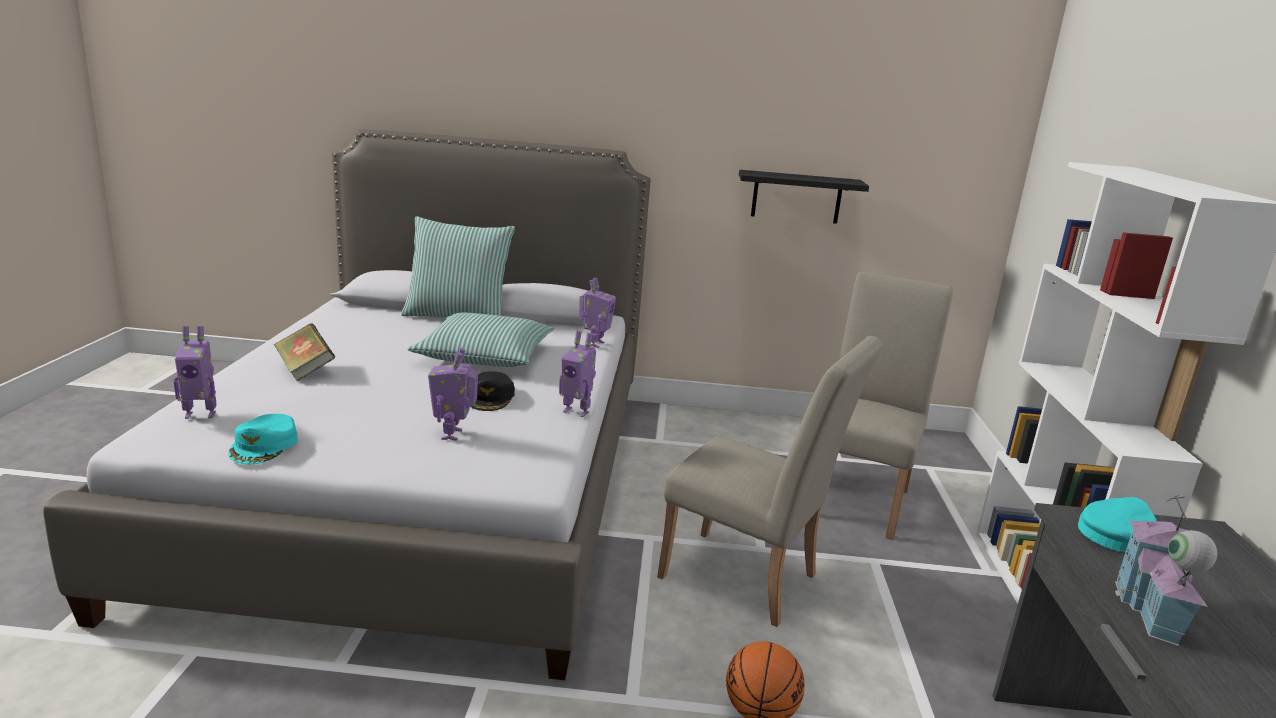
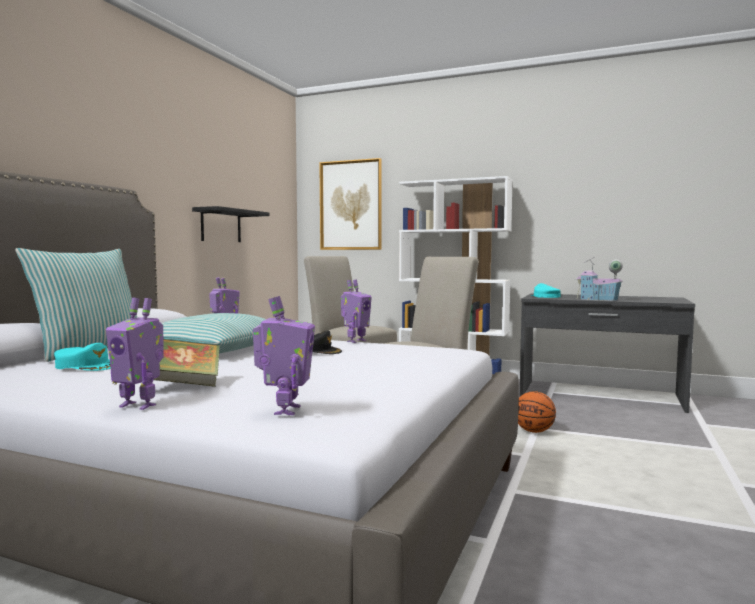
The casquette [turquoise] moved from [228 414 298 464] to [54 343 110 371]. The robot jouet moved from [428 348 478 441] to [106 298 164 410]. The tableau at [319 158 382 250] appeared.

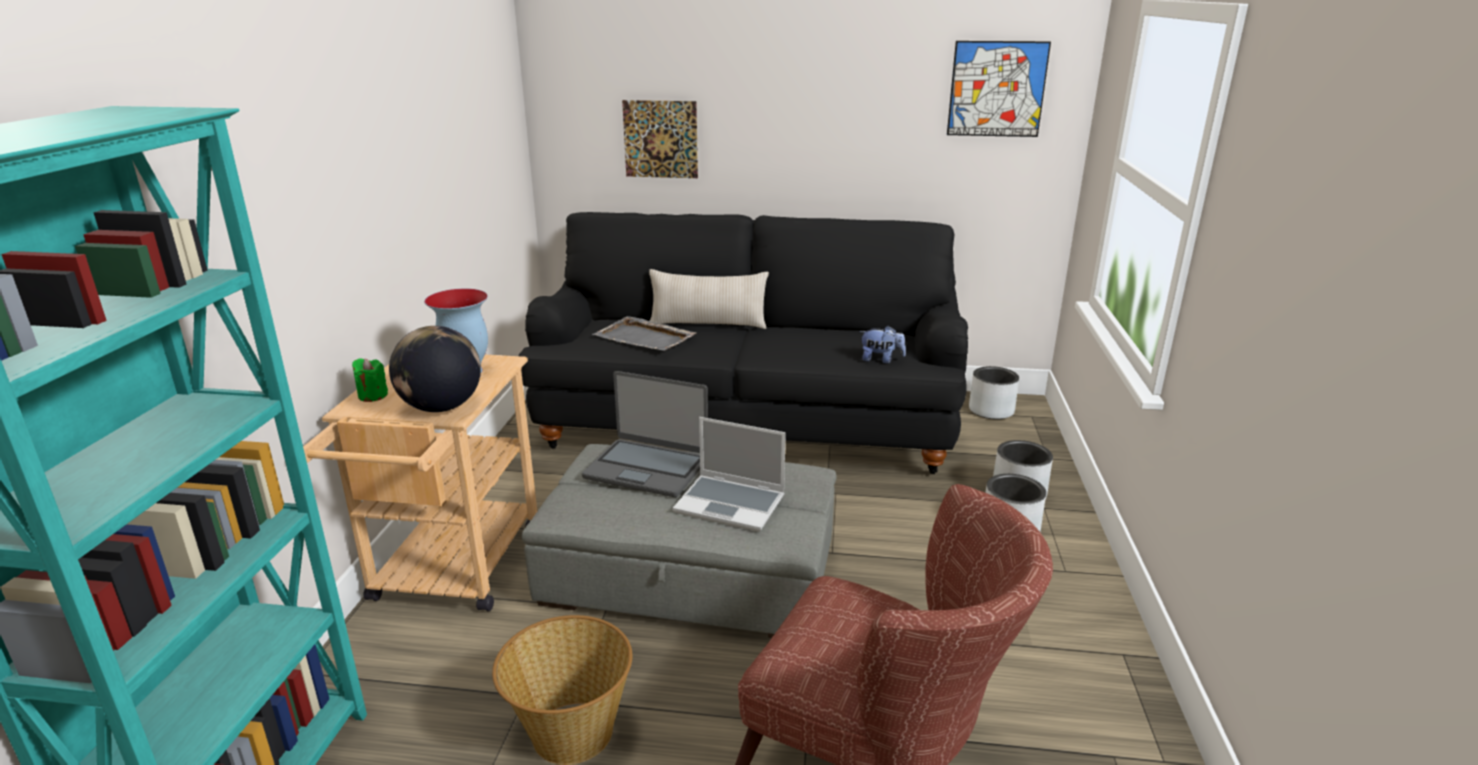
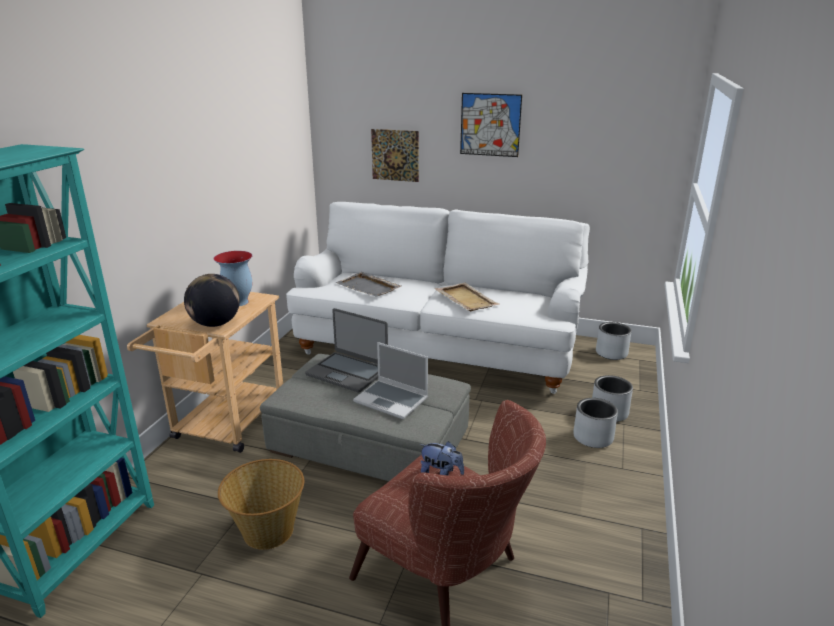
The canapé [noir] at [518 212 968 474] became the canapé [blanc] at [286 202 590 394]. The peluche moved from [859 326 906 364] to [419 441 464 476]. The plateau [beige] at [435 283 500 311] appeared. The tableau moved from [947 41 1051 137] to [460 93 522 157]. The bougie [vert] at [352 358 388 402] disappeared. The coussin [beige] at [649 269 769 329] disappeared.

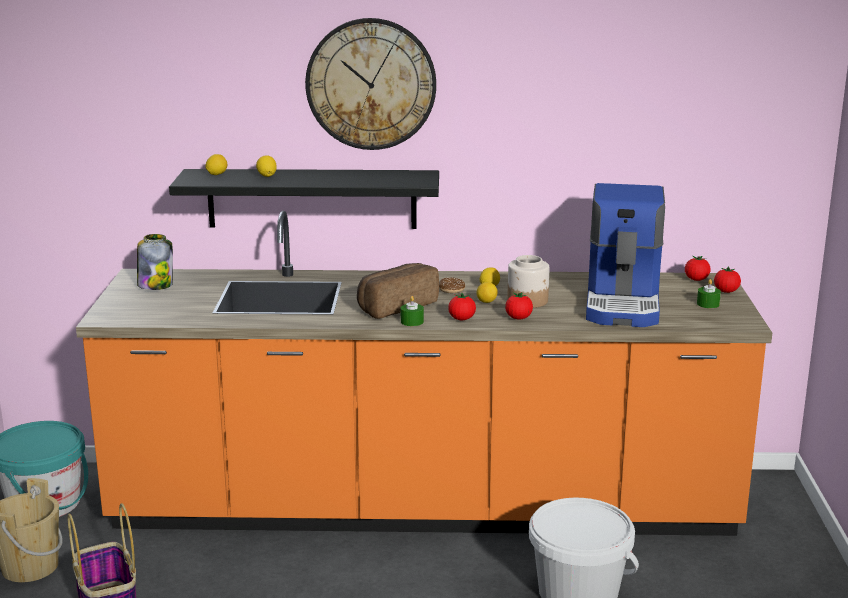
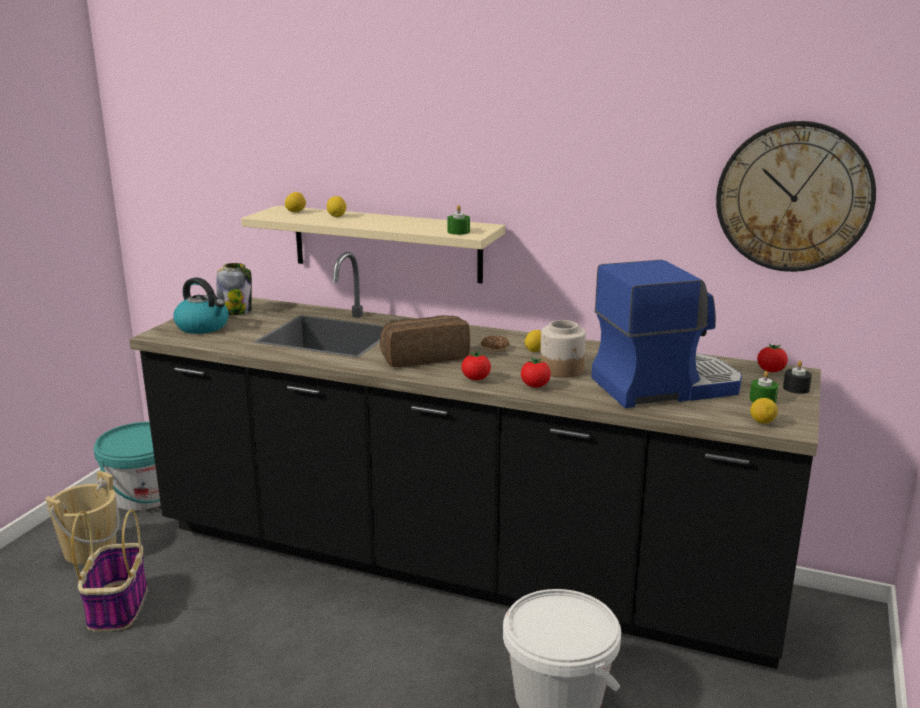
The comptoir de cuisine [orange] at [76 211 772 536] became the comptoir de cuisine [noir] at [129 252 821 669]. The bouilloire at [173 277 229 334] appeared. The étagère [noir] at [169 169 439 229] became the étagère [beige] at [241 206 505 283]. The bougie [vert] moved from [401 296 424 326] to [447 205 470 235]. The machine à café at [586 183 665 327] turned 135 degrees counterclockwise. The horloge murale moved from [305 18 436 150] to [716 121 876 272]. The citron moved from [476 282 498 303] to [750 398 778 424]. The tomate at [714 267 741 293] was replaced by the bougie [noir] at [783 361 812 394].

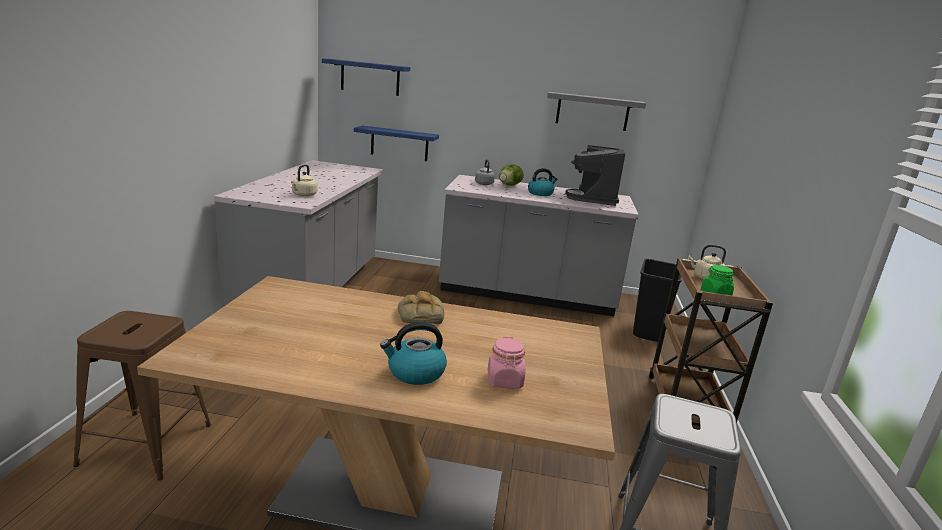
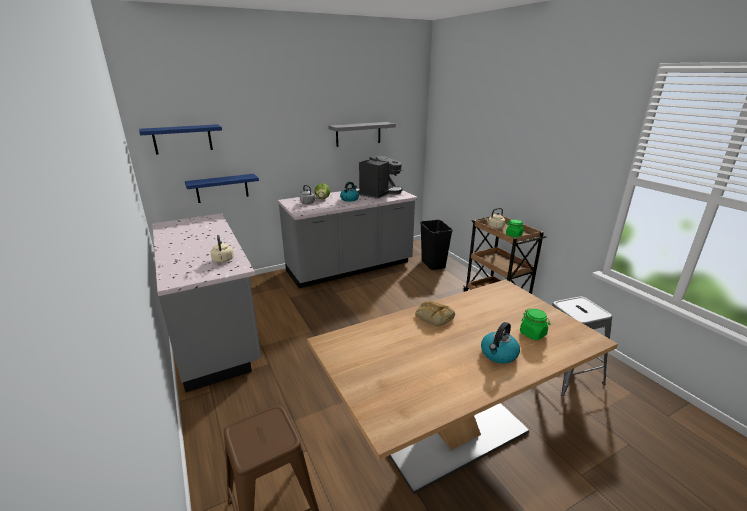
The machine à café at [565 145 625 206] turned 120 degrees counterclockwise. The bocal [rose] at [488 337 525 389] became the bocal [vert] at [520 308 550 340].

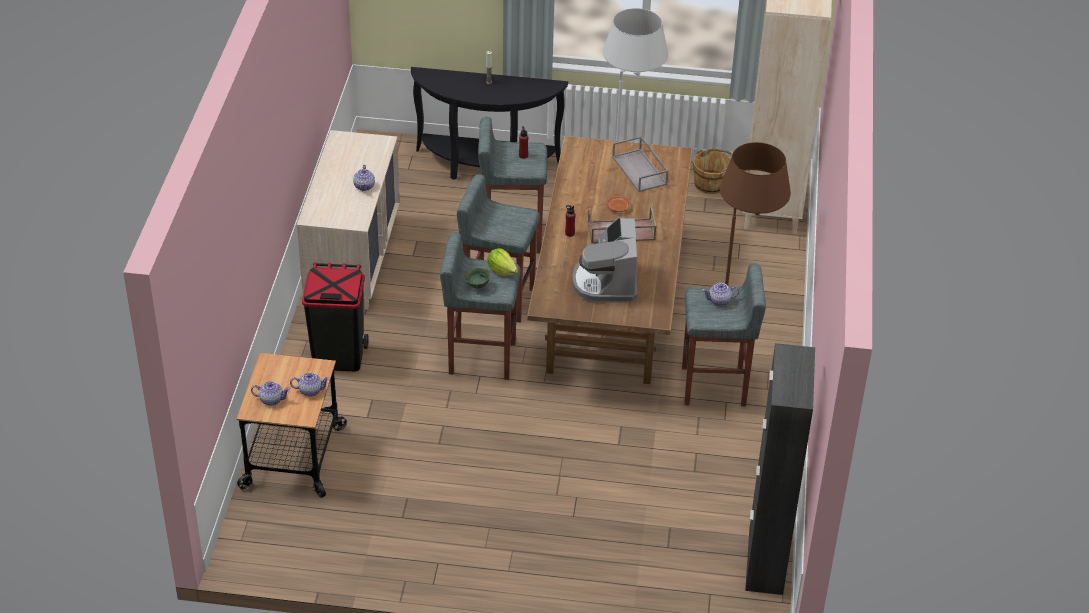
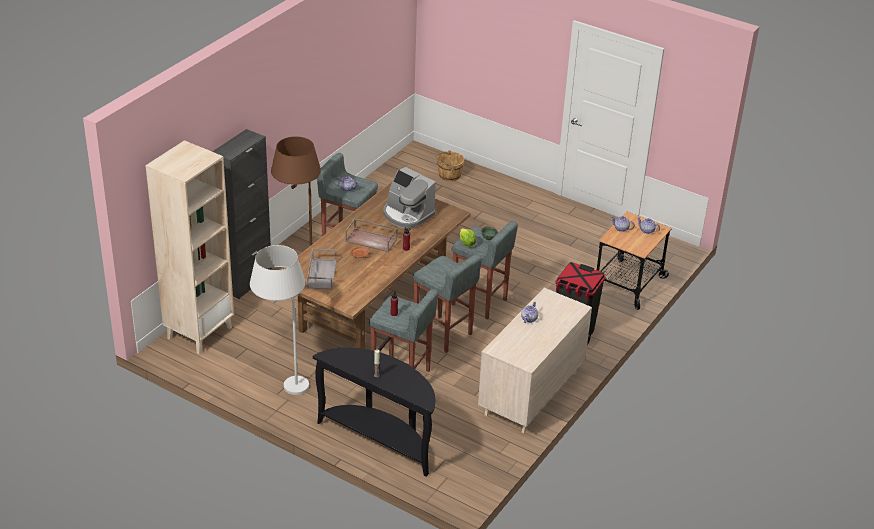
The meuble de rangement [noir] moved from [745 343 815 595] to [212 129 272 299]. The machine à café at [572 217 637 302] turned 105 degrees clockwise. The seau [marron] moved from [693 148 732 194] to [436 150 464 181].

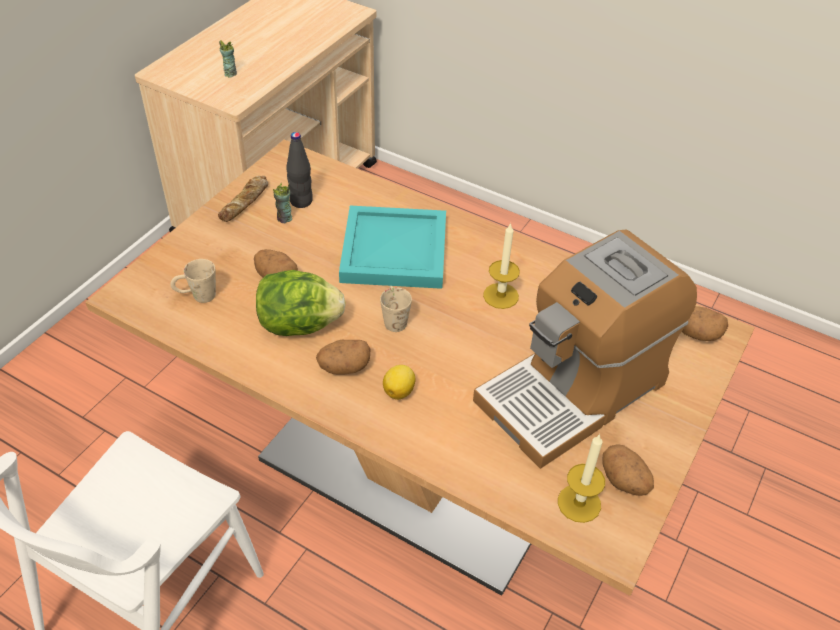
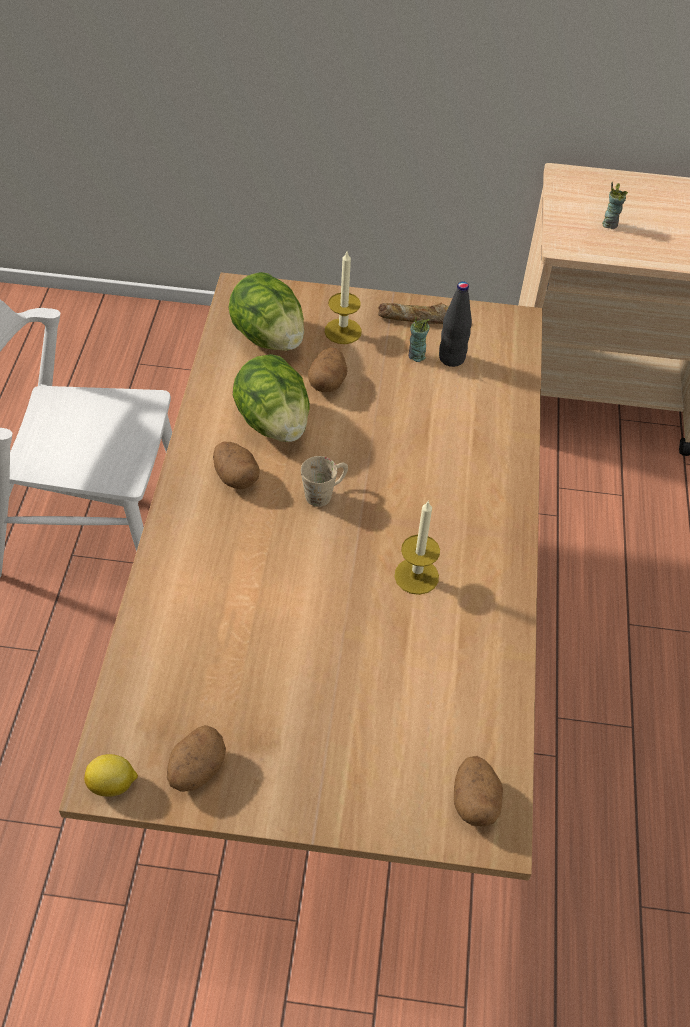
The citron moved from [383 365 415 400] to [84 754 138 797]. The mug [beige] at [170 259 216 303] was replaced by the laitue at [229 272 304 351]. The bougie moved from [558 434 605 523] to [325 252 362 344]. The plateau [turquoise] at [339 206 446 289] disappeared. The machine à café at [473 230 697 469] disappeared.

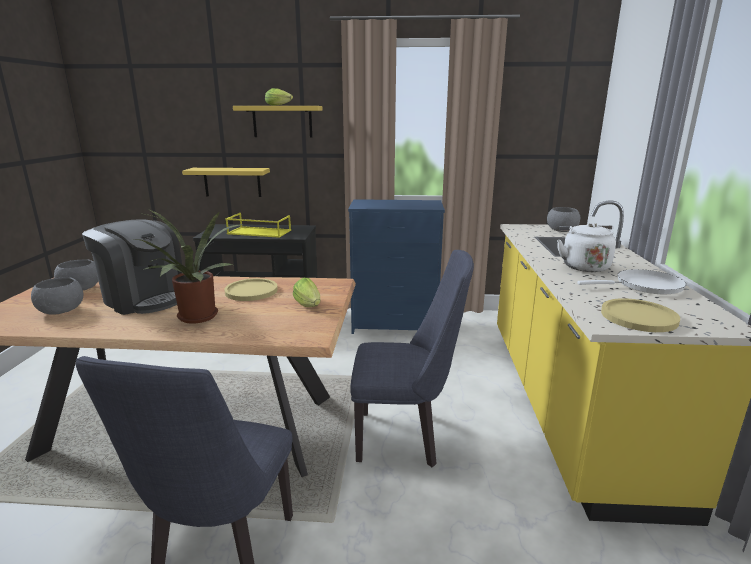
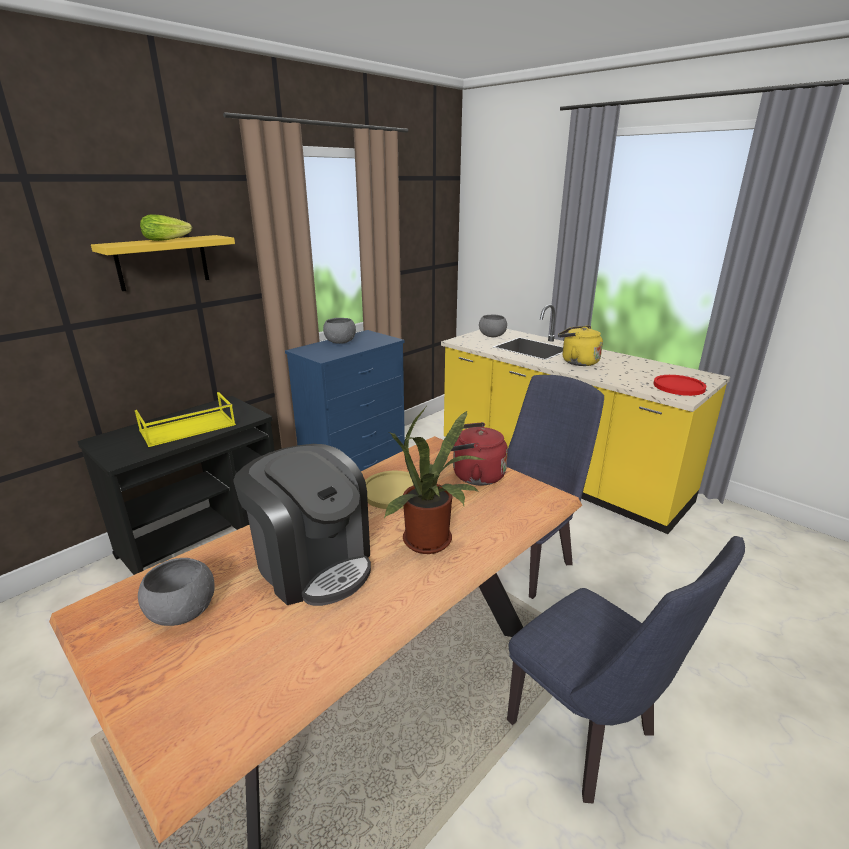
The machine à café at [82 219 182 315] turned 60 degrees clockwise. The bol [gris] moved from [31 277 83 315] to [323 318 356 344]. The laitue at [293 278 320 307] was replaced by the bouilloire [rouge] at [451 422 508 485]. The bouilloire [blanc] at [557 223 616 272] became the bouilloire [jaune] at [558 326 603 366]. The assiette [jaune] at [601 298 680 332] became the assiette [rouge] at [653 375 706 396]. The étagère [jaune] at [182 168 270 197] disappeared. The poêle [blanc] at [577 269 686 294] disappeared.

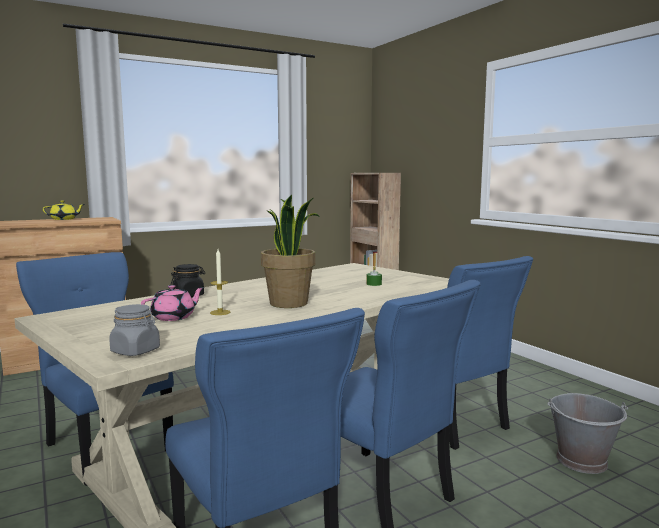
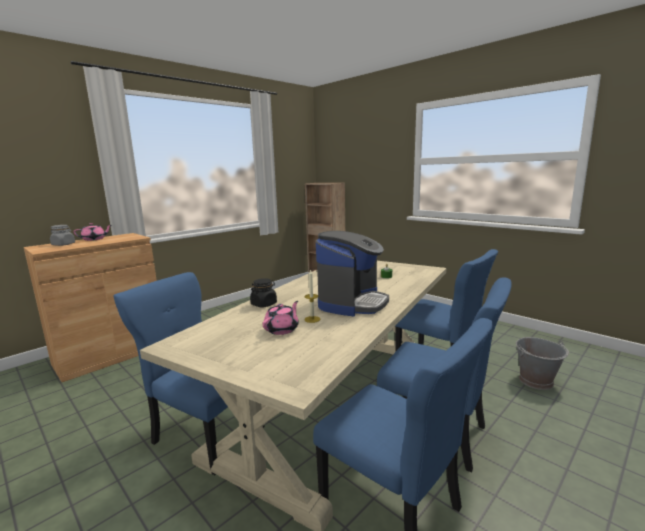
The bocal [gris] moved from [109 304 160 356] to [50 225 75 246]. The théière [jaune] at [43 200 85 220] became the théière [rose] at [73 223 111 241]. The plante en pot at [261 194 320 308] was replaced by the machine à café at [316 231 389 316].

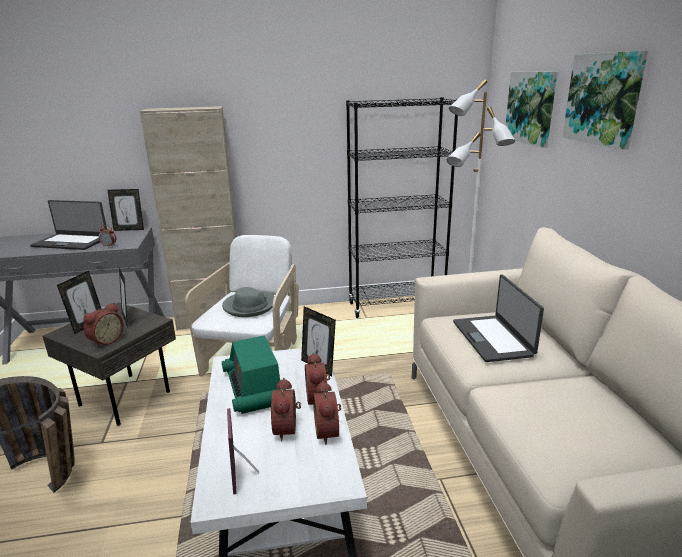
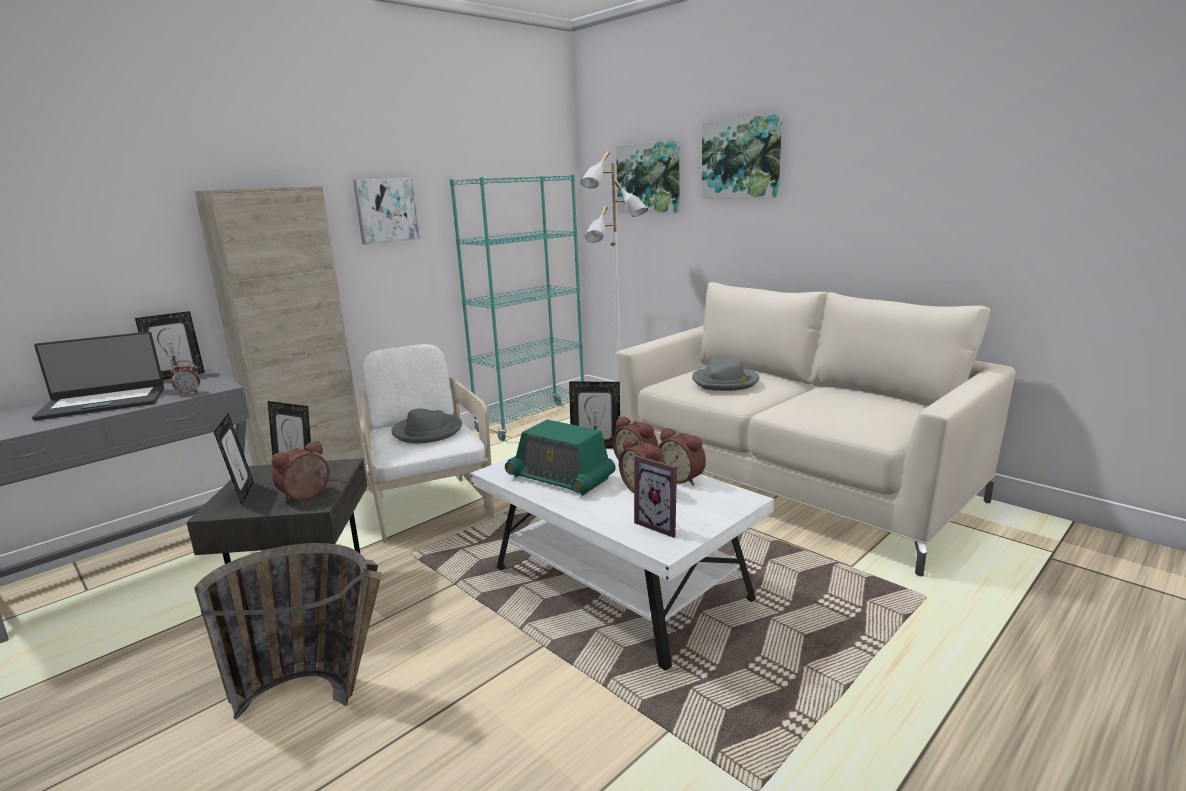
The réveil at [84 303 123 348] turned 135 degrees counterclockwise. The tableau at [353 178 420 244] appeared. The bibliothèque [noir] at [346 97 458 318] became the bibliothèque [turquoise] at [450 174 584 441]. The ordinateur portable at [453 274 544 362] was replaced by the chapeau [gris] at [692 357 759 391].

